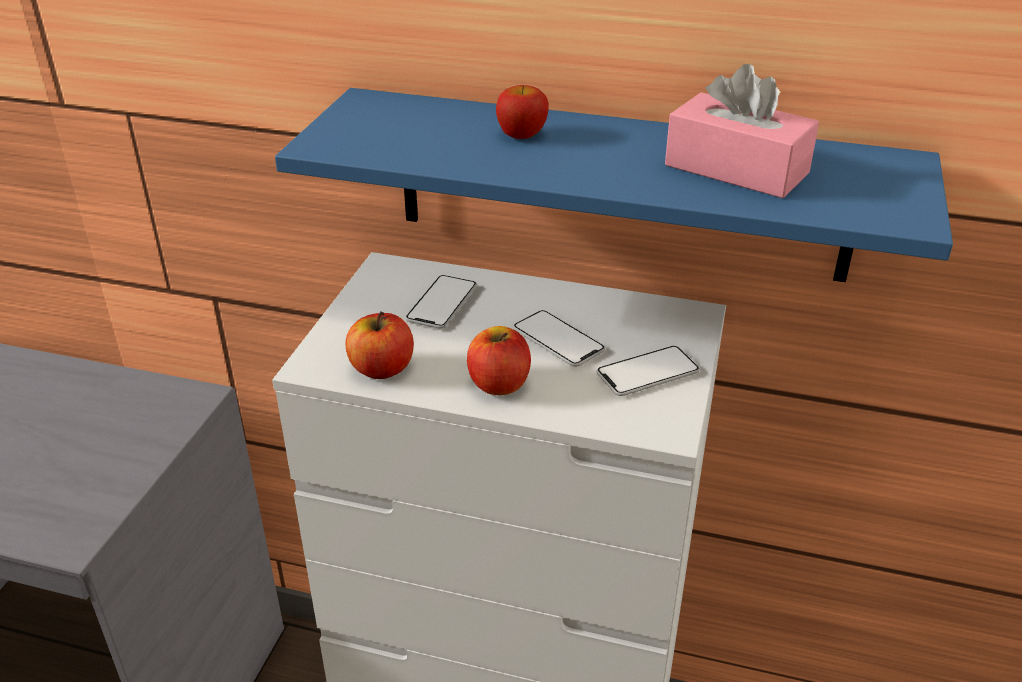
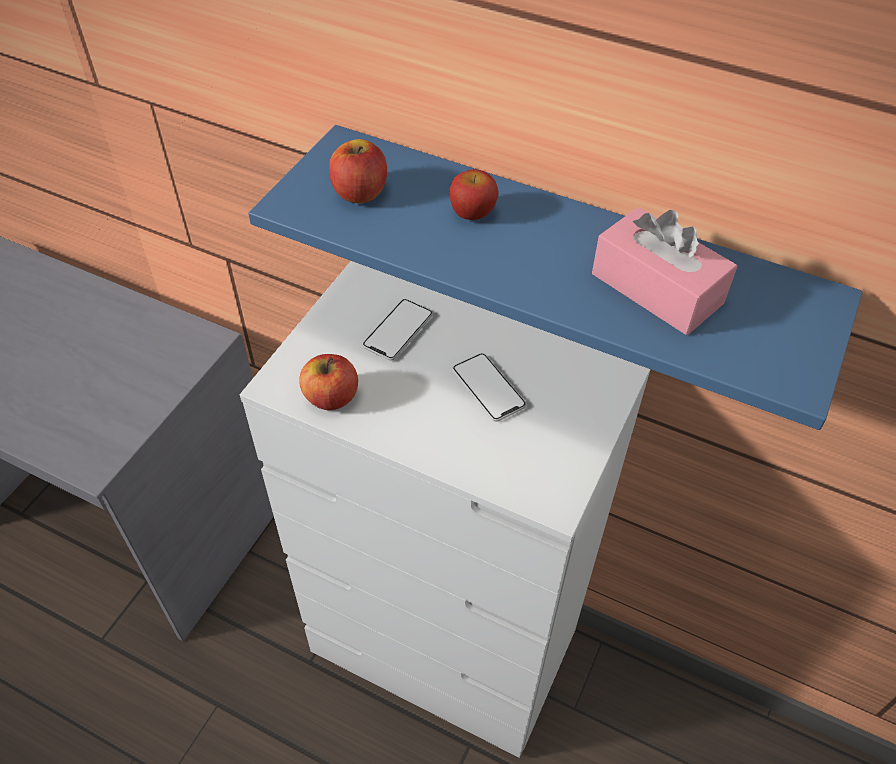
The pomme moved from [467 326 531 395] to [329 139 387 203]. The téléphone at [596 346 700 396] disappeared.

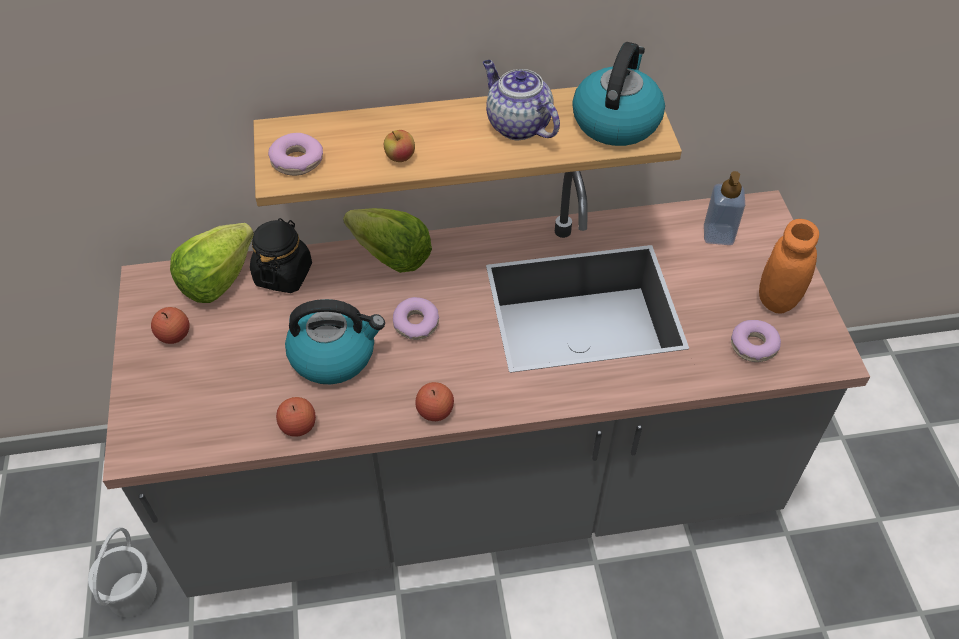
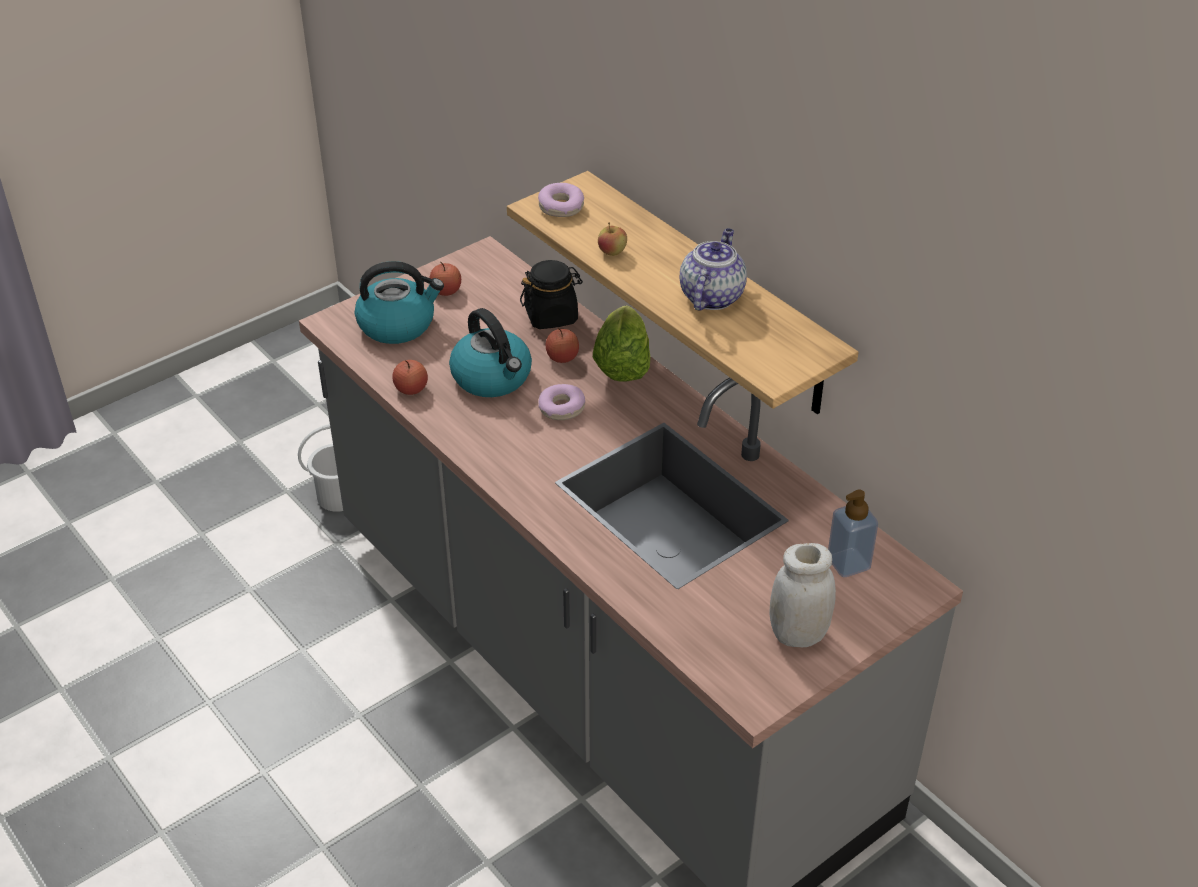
The bouilloire moved from [572 42 665 146] to [355 261 444 344]. The pomme moved from [415 382 454 421] to [545 328 579 363]. The bocal [orange] at [759 219 819 314] became the bocal [blanc] at [769 543 836 647]. The laitue at [170 223 254 303] disappeared. The beignet at [731 320 781 362] disappeared.

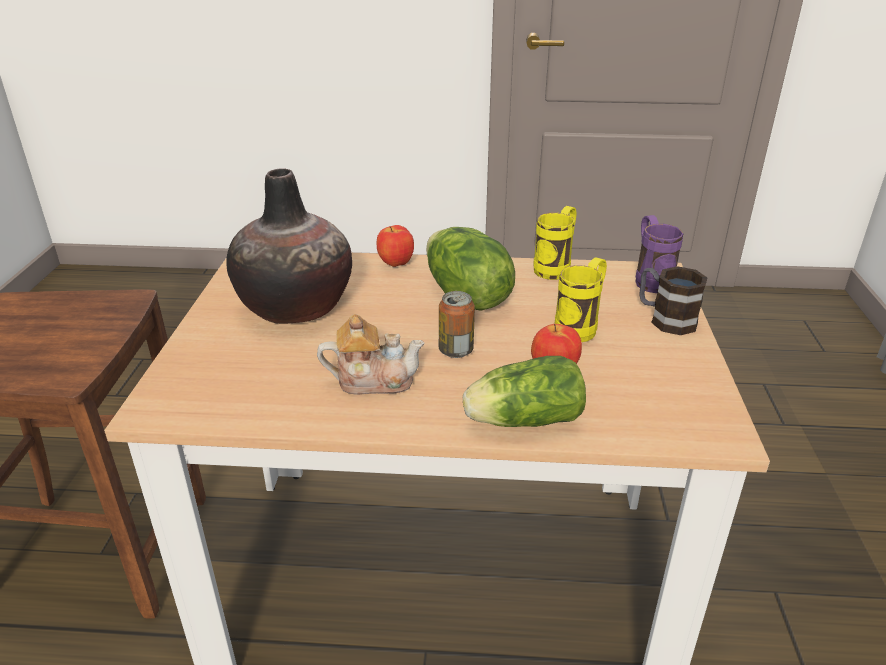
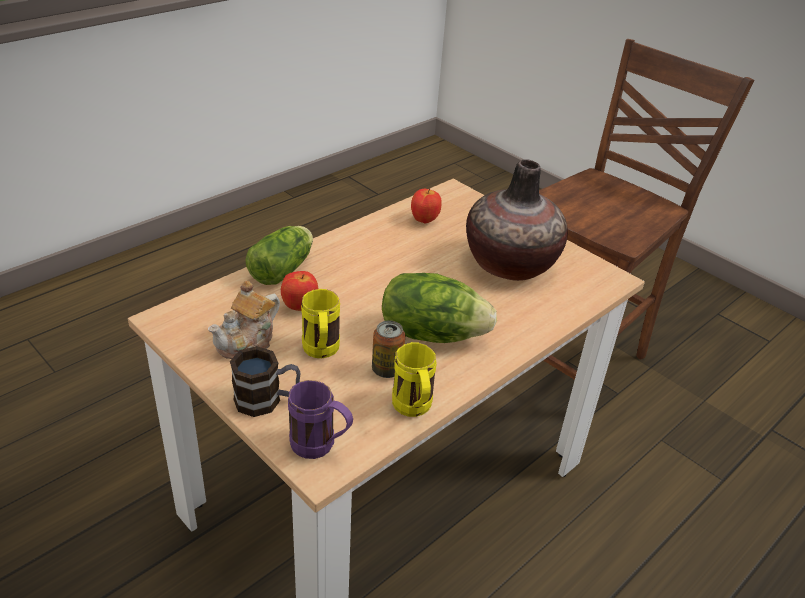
The théière moved from [317 314 425 395] to [208 281 280 359]. The boîte métallique moved from [439 291 475 358] to [372 321 405 378]. The pomme moved from [377 225 414 267] to [411 189 441 223].

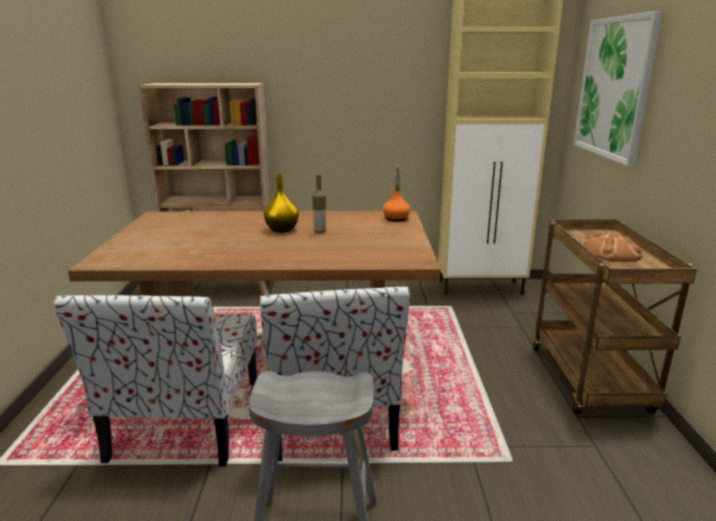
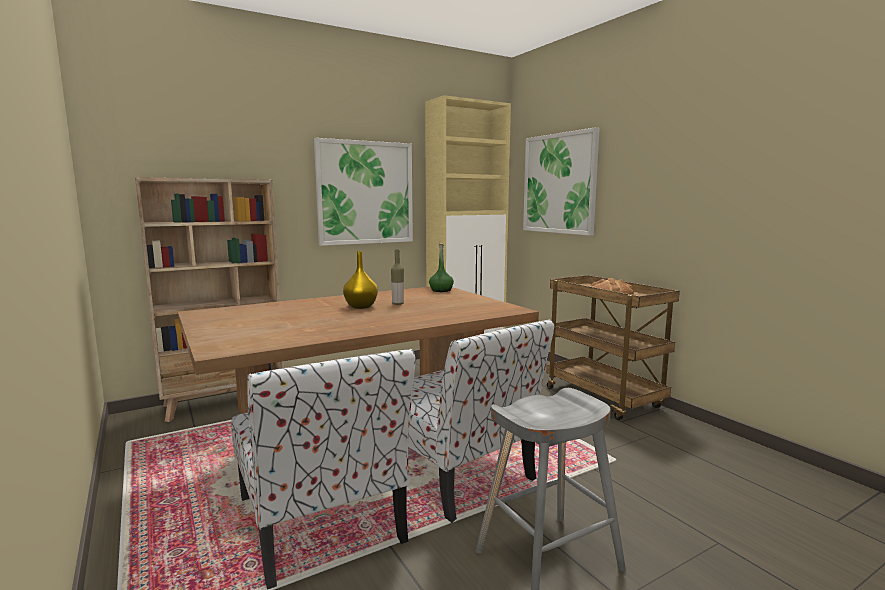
The tableau at [314 138 413 246] appeared. The bouteille [orange] at [383 166 411 221] became the bouteille [vert] at [429 243 454 292].

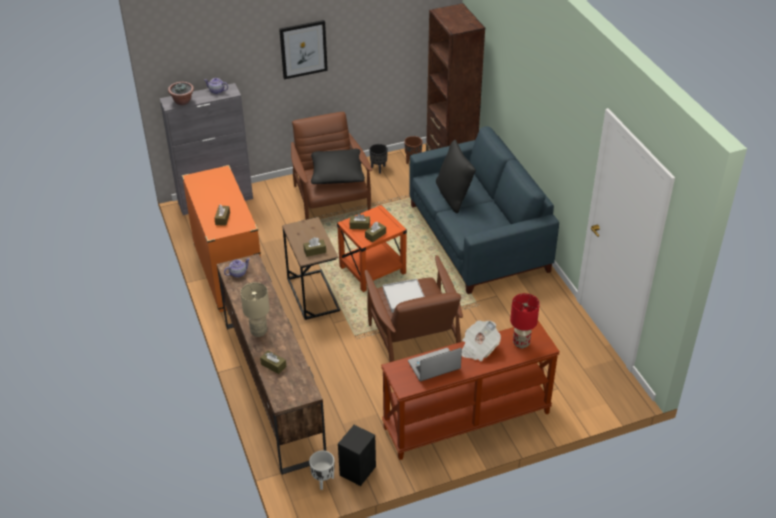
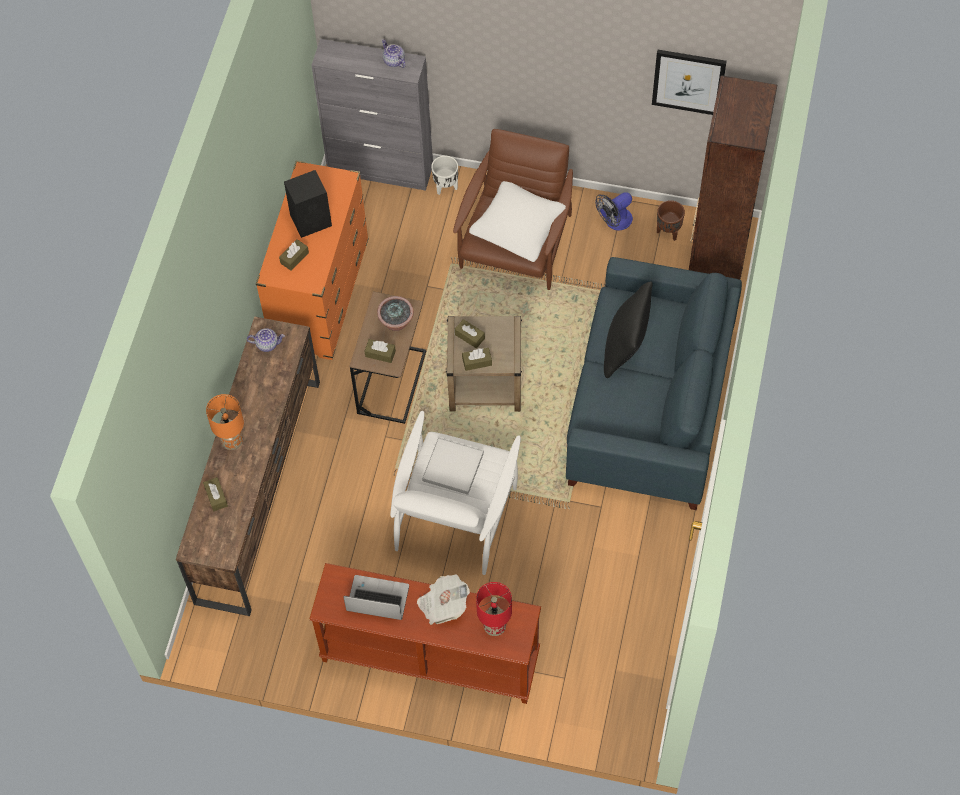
The lampe de table [beige] at [240 282 269 337] became the lampe de table [orange] at [206 394 244 450]. The enceinte [noir] moved from [338 425 376 486] to [284 170 332 238]. The plante en pot moved from [168 82 194 105] to [377 296 414 331]. The fauteuil [marron] at [365 255 463 362] became the fauteuil [blanc] at [390 411 521 575]. The cache-pot [blanc] moved from [309 450 334 490] to [431 156 458 195]. The table d'appoint [orange] at [337 205 407 292] became the table d'appoint [beige] at [446 316 522 412]. The coussin [noir] at [311 149 365 184] became the coussin [blanc] at [469 181 566 262]. The cache-pot [noir] at [369 144 388 174] was replaced by the ventilateur at [595 192 633 231]. The tableau moved from [279 20 328 80] to [652 50 727 115].

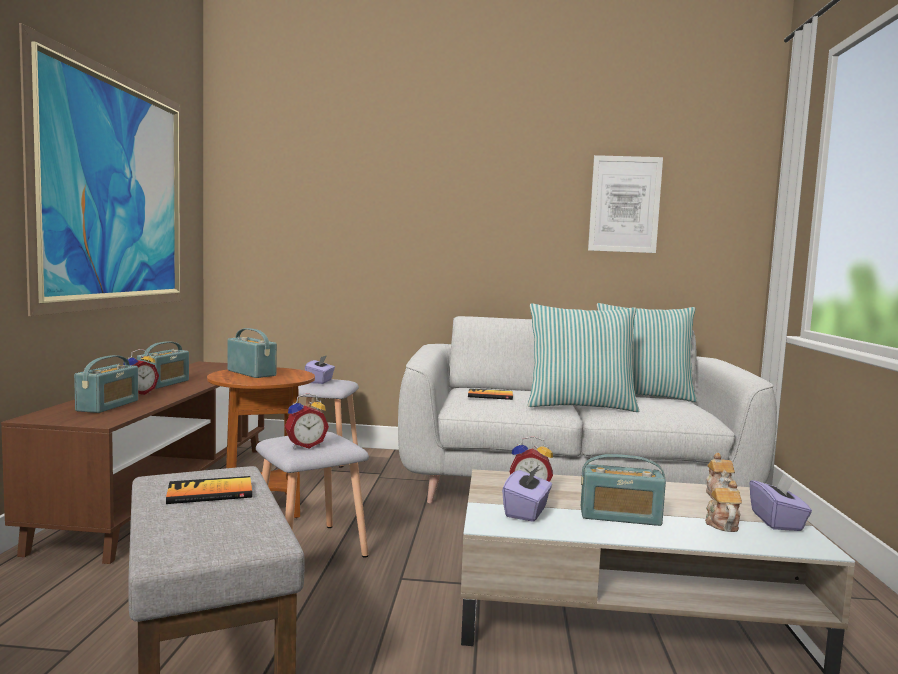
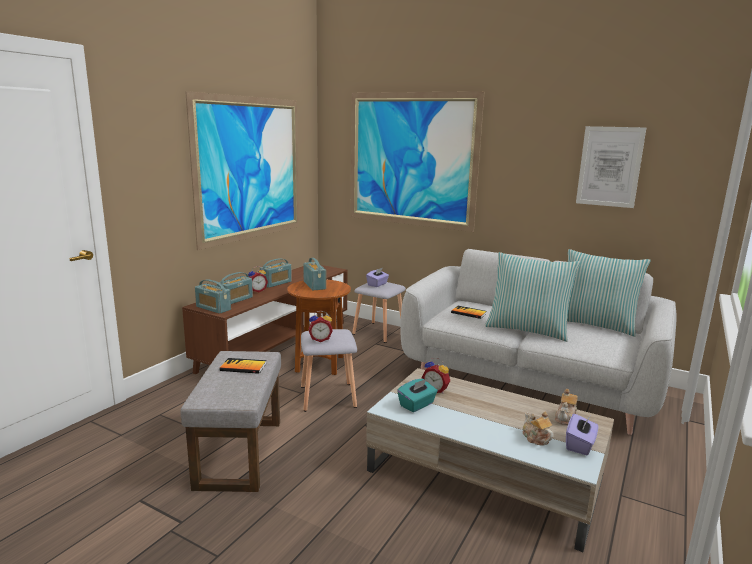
The radio moved from [581 454 666 526] to [195 279 231 314]. The tableau at [350 91 485 232] appeared. The boîte à mouchoirs [violet] at [502 465 552 522] became the boîte à mouchoirs [turquoise] at [397 379 438 412]. The théière at [705 480 742 532] turned 60 degrees counterclockwise.

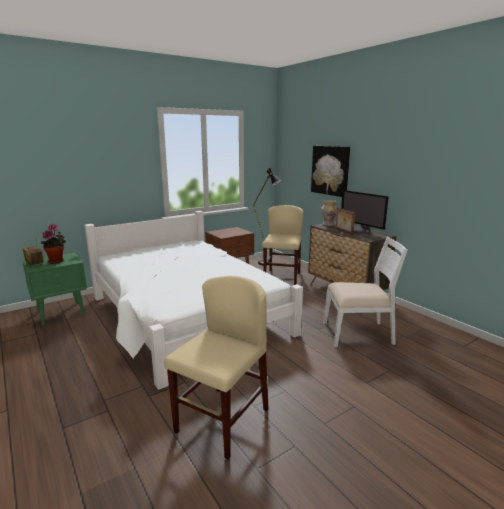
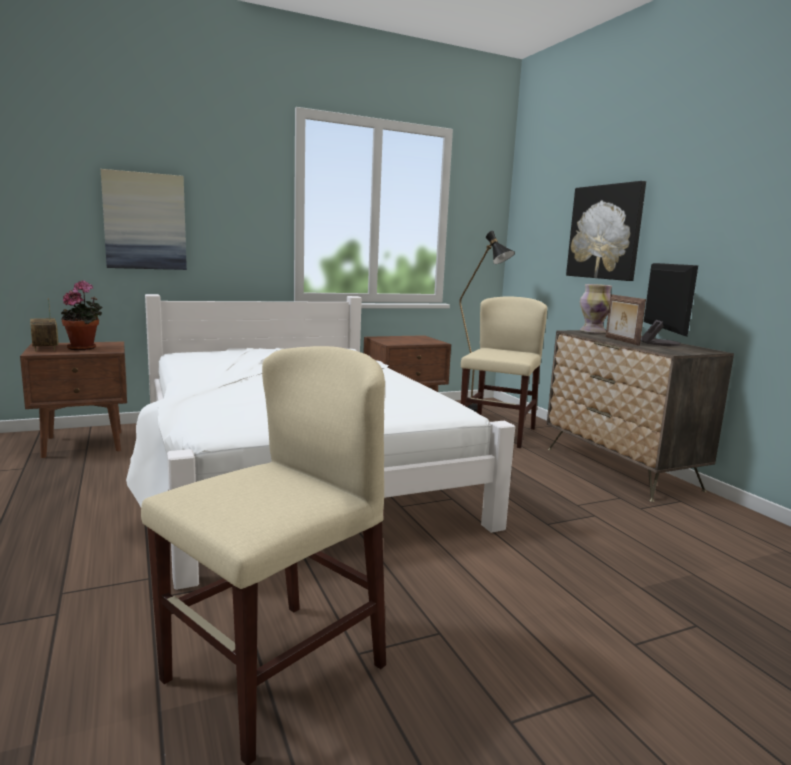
The table de chevet [vert] at [22 252 87 326] became the table de chevet [marron] at [20 341 127 458]. The tableau at [101 169 187 270] appeared. The écran d'ordinateur at [341 190 389 234] turned 150 degrees counterclockwise. The chaise [blanc] at [323 237 408 348] disappeared.

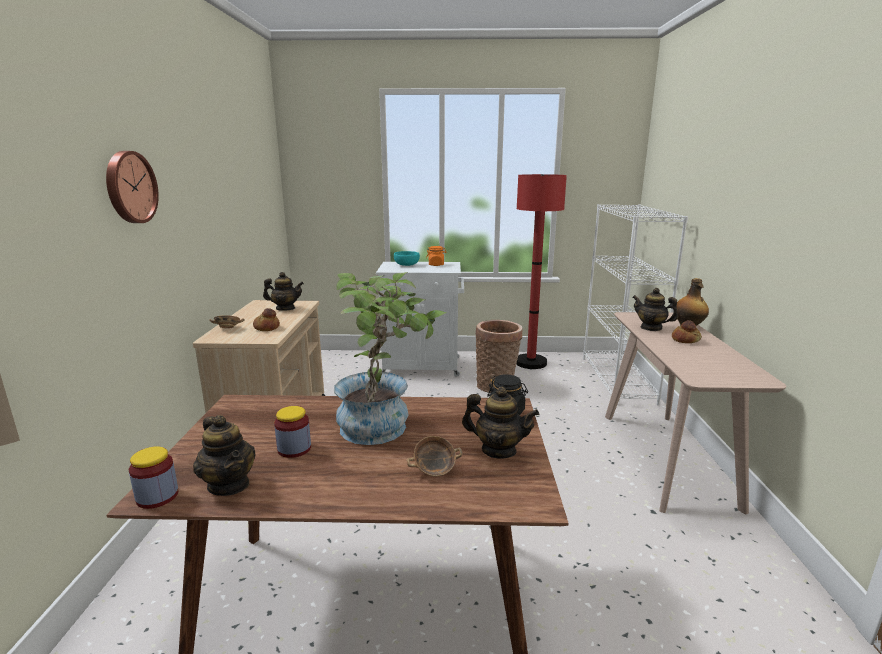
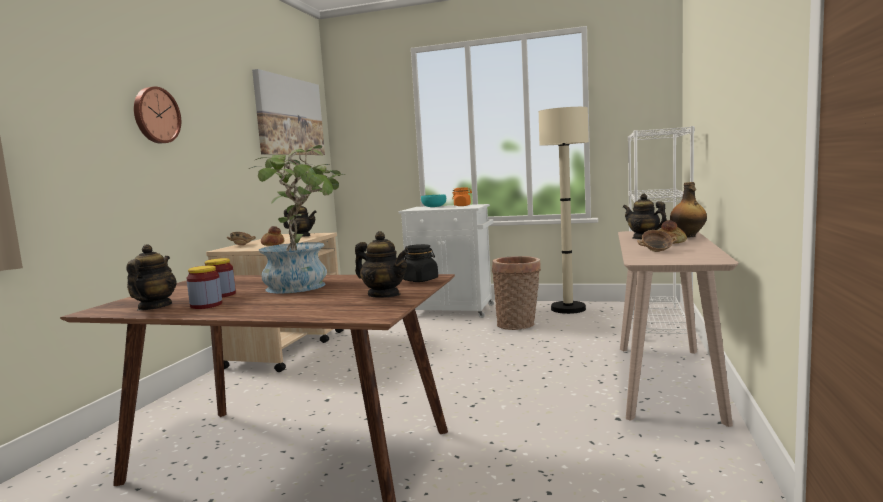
The théière at [193 415 256 496] turned 150 degrees counterclockwise. The bocal moved from [129 446 178 509] to [186 265 222 309]. The tableau at [252 69 325 155] appeared. The lampadaire [rouge] at [516 174 567 369] became the lampadaire [beige] at [538 107 589 314]. The bol moved from [406 436 462 476] to [637 230 677 252].

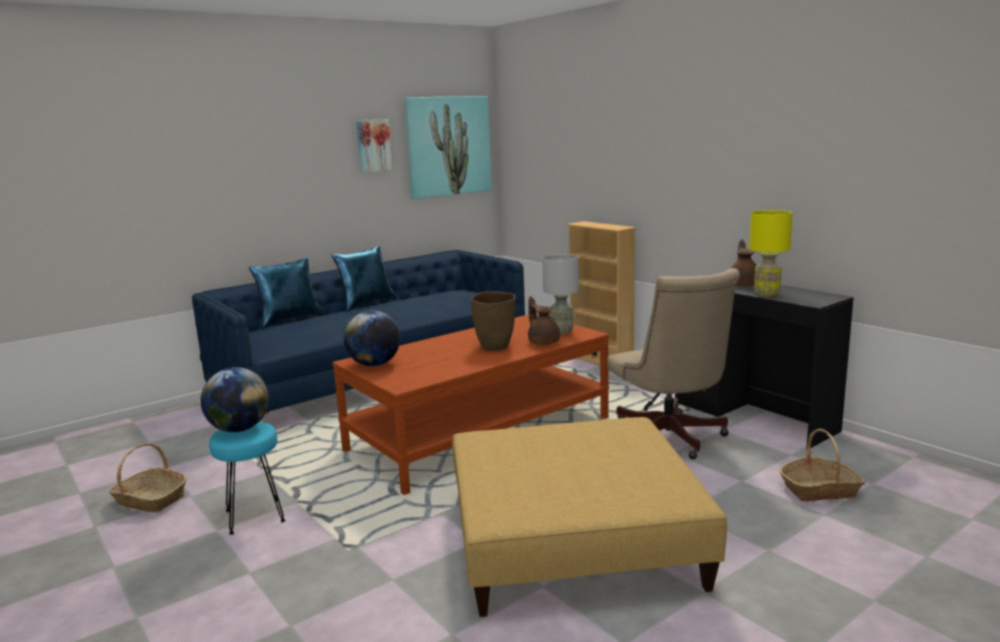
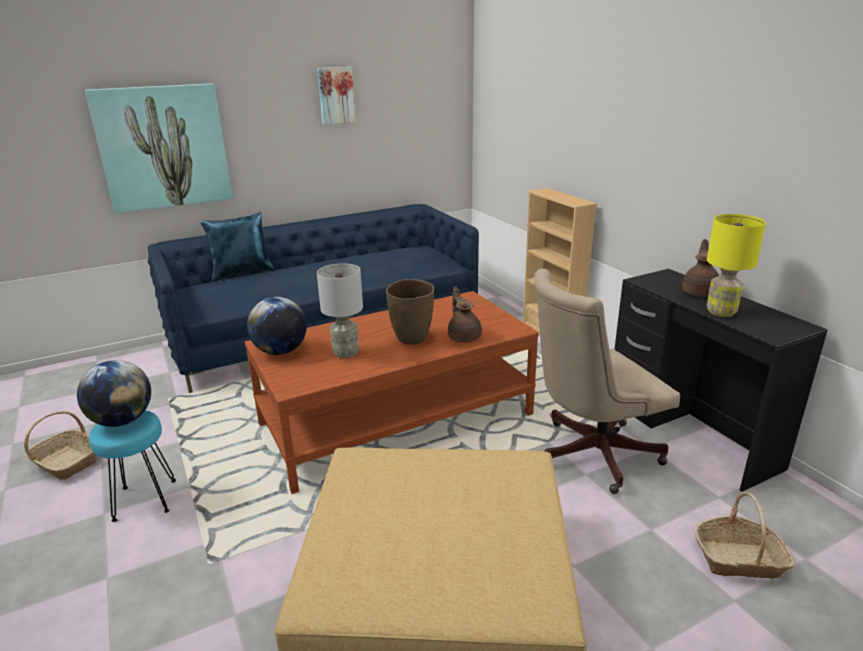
The tableau moved from [404 96 492 199] to [85 83 232 213]. The lampe de table [gris] moved from [542 254 579 334] to [317 263 363 358]. The chaise de bureau [beige] at [607 268 740 459] turned 75 degrees clockwise. The coussin [bleu] at [332 245 397 311] disappeared.

